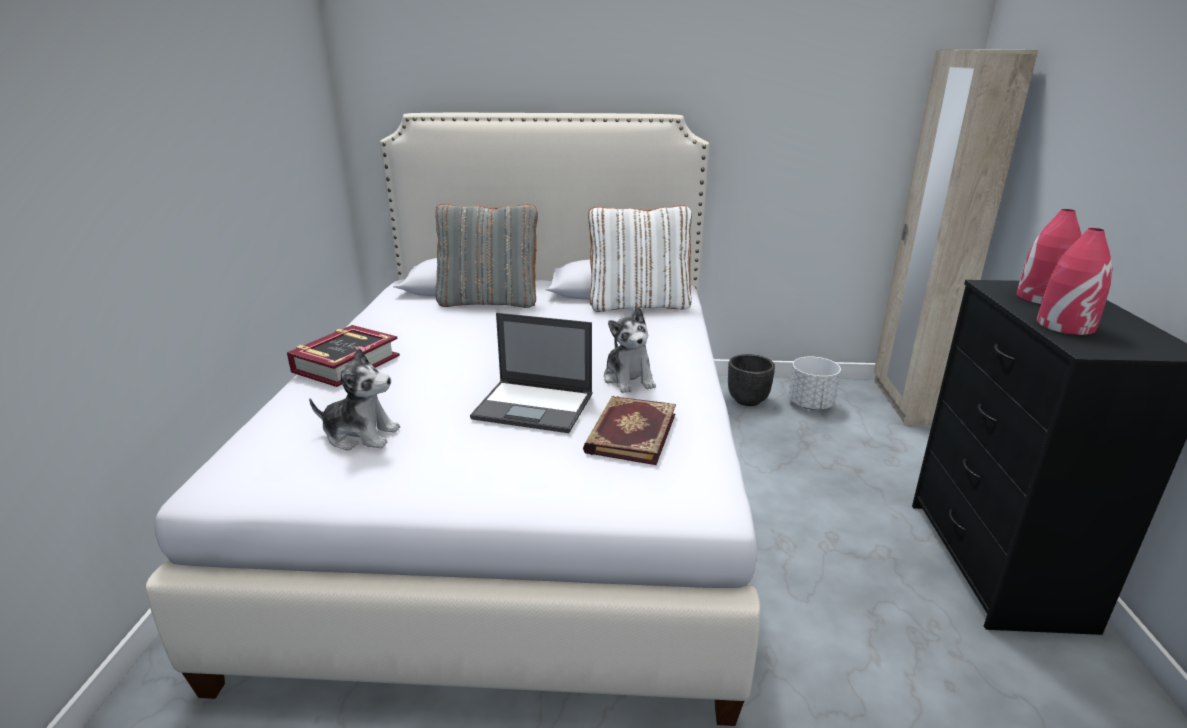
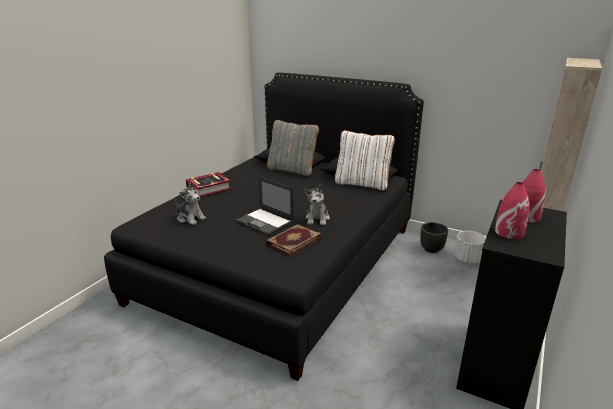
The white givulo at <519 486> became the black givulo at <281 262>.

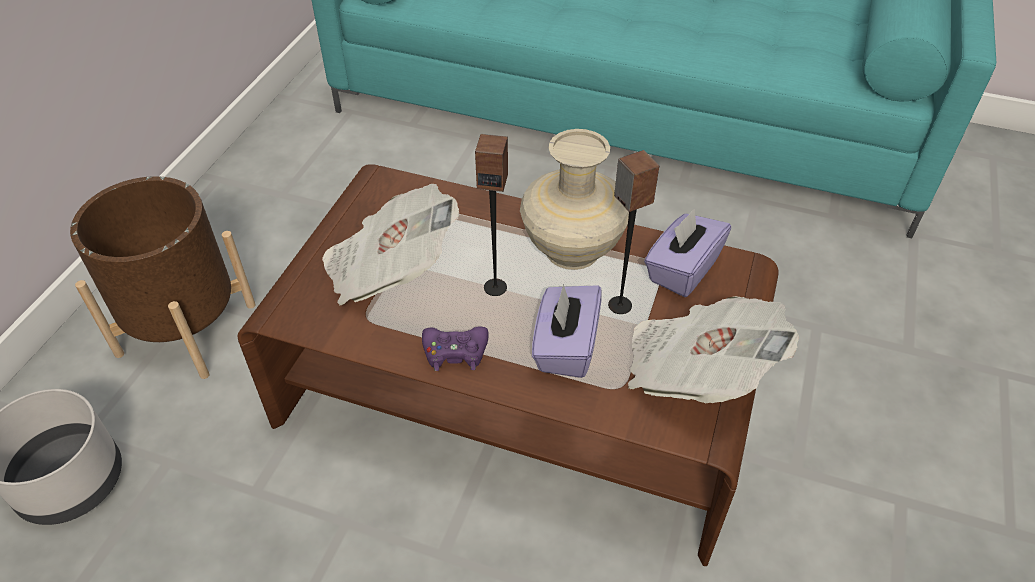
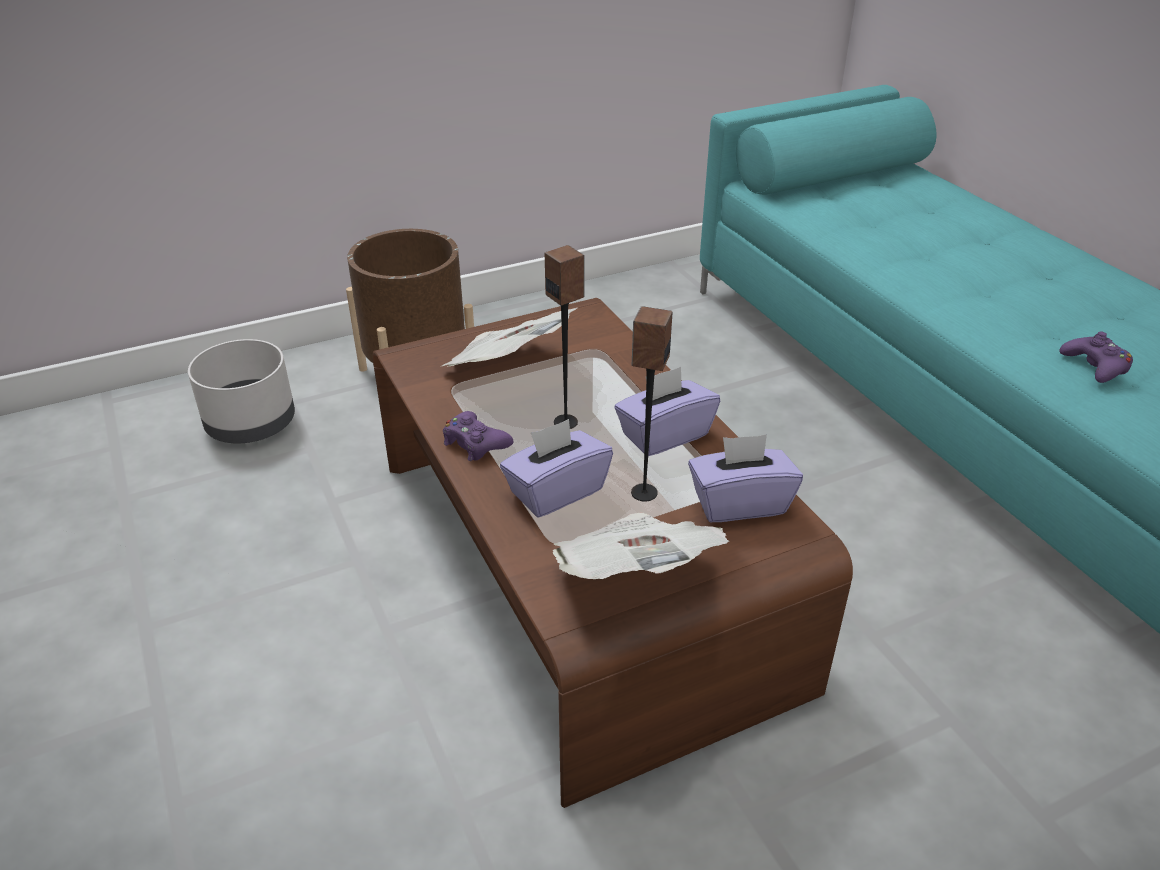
The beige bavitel at <573 251> was replaced by the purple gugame at <664 435>. The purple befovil at <1095 366> appeared.

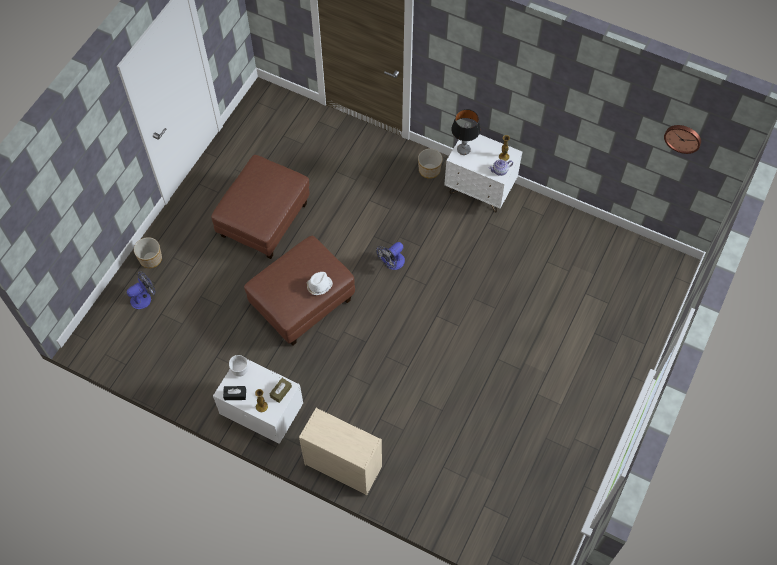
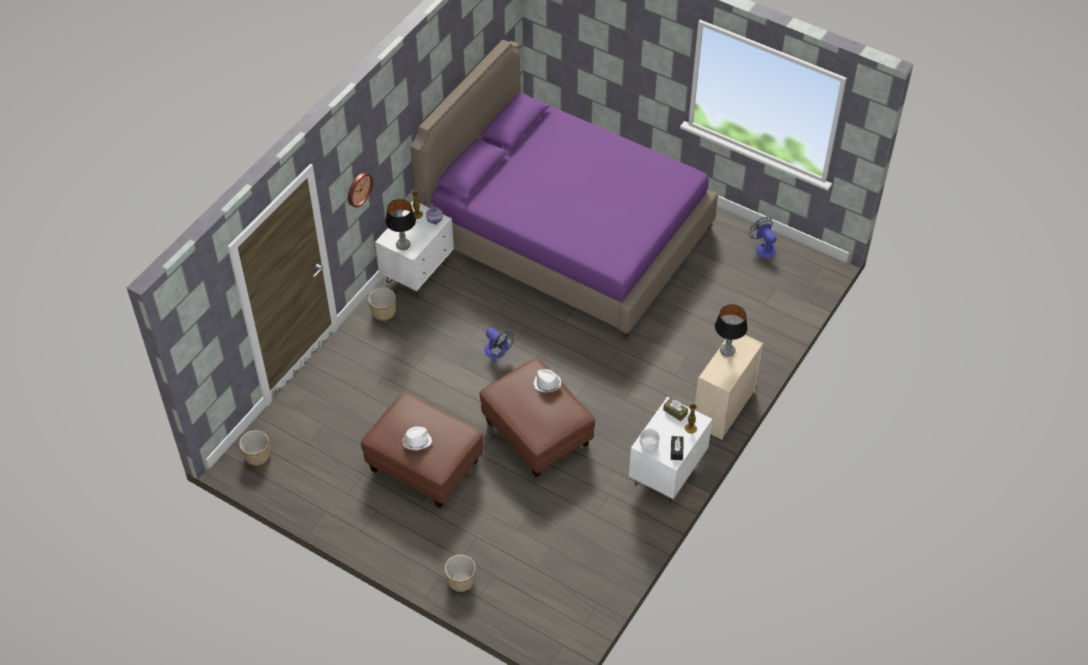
The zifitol moved from <683 137> to <358 189>. The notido moved from <144 298> to <763 248>. The purple givulo at <566 234> appeared. The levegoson at <727 351> appeared. The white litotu at <416 442> appeared. The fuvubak at <257 456> appeared.

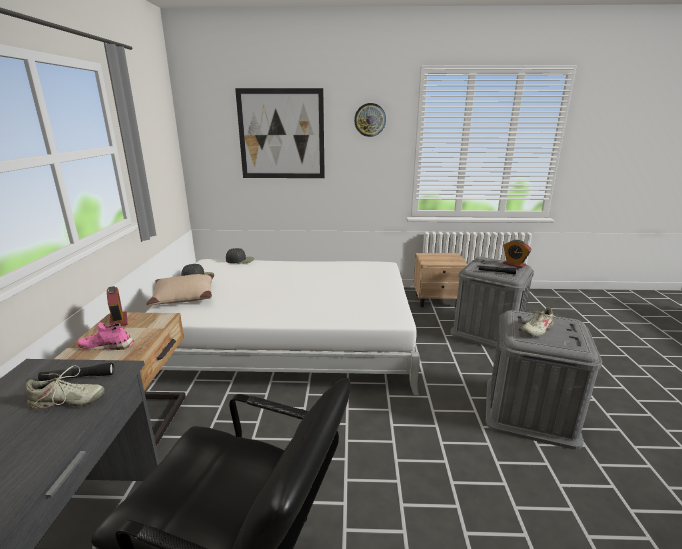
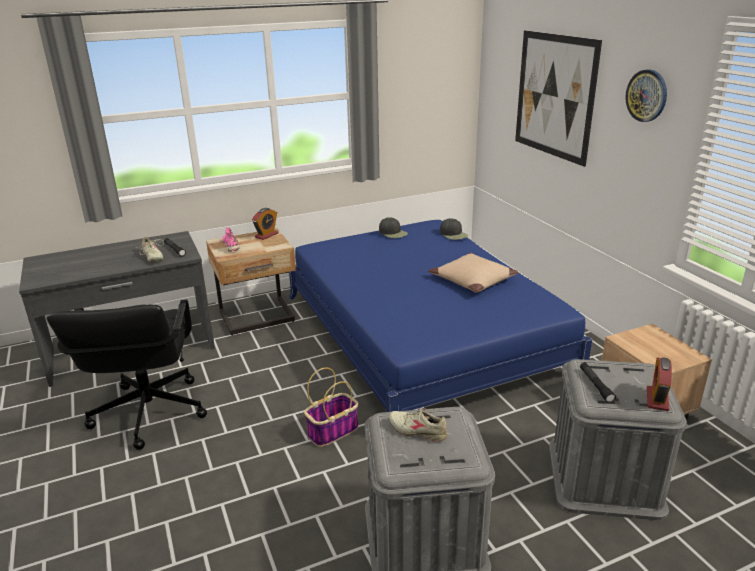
The white givulo at <290 338> became the blue givulo at <422 334>. The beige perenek moved from <184 297> to <472 280>. The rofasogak at <333 431> appeared.

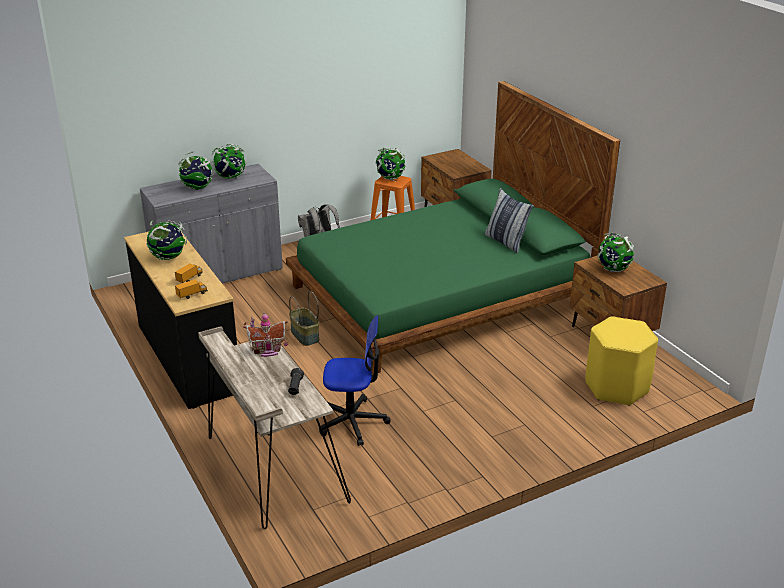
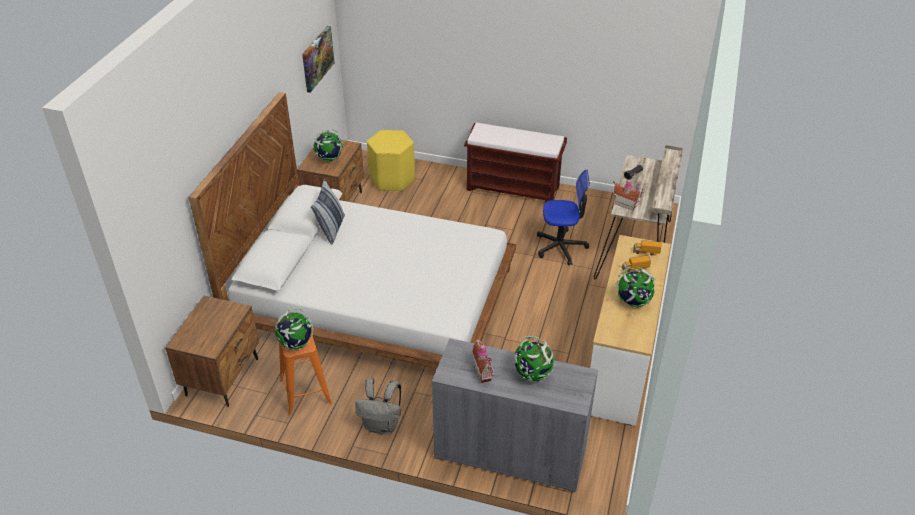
The green givulo at <441 296> became the white givulo at <375 300>. The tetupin at <230 177> was replaced by the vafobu at <484 372>. The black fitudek at <187 358> became the white fitudek at <621 363>. The rofasogak at <304 335> disappeared. The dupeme at <352 422> turned 135 degrees clockwise. The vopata at <317 58> appeared. The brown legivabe at <514 188> appeared.

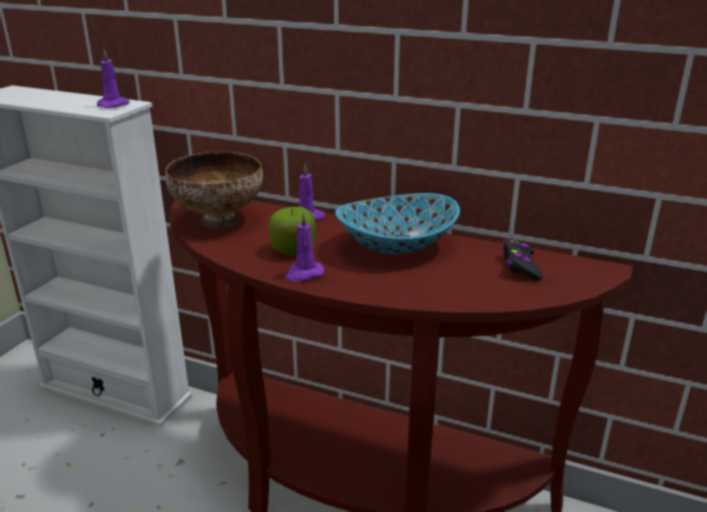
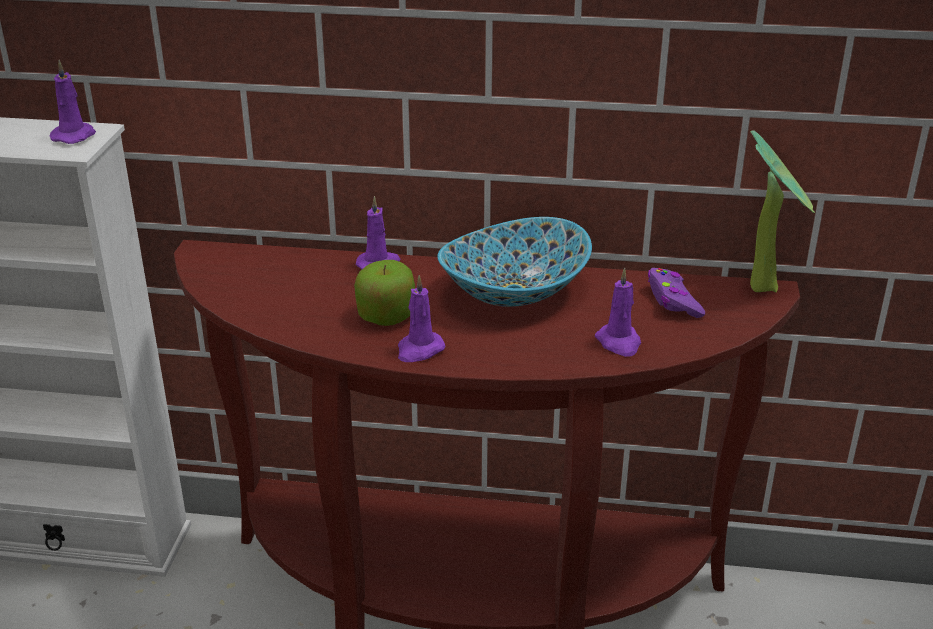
The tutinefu at <218 220> disappeared. The black befovil at <520 266> became the purple befovil at <673 301>. The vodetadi at <766 286> appeared. The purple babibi at <619 343> appeared.

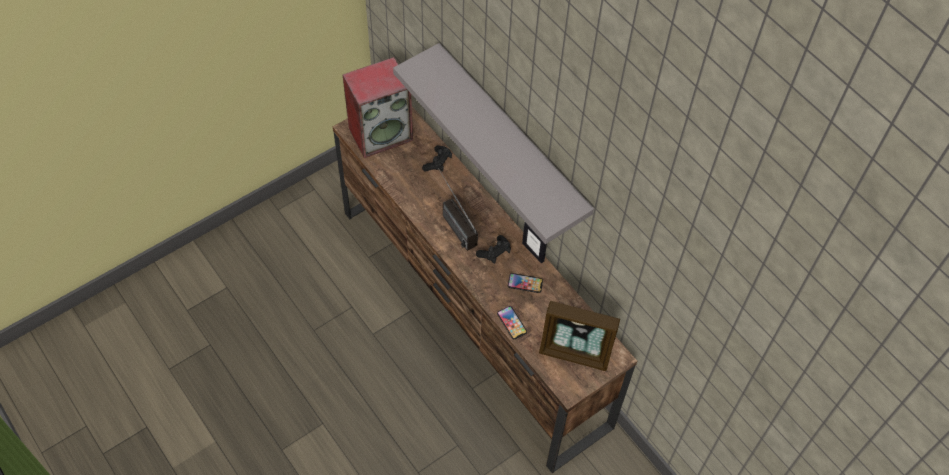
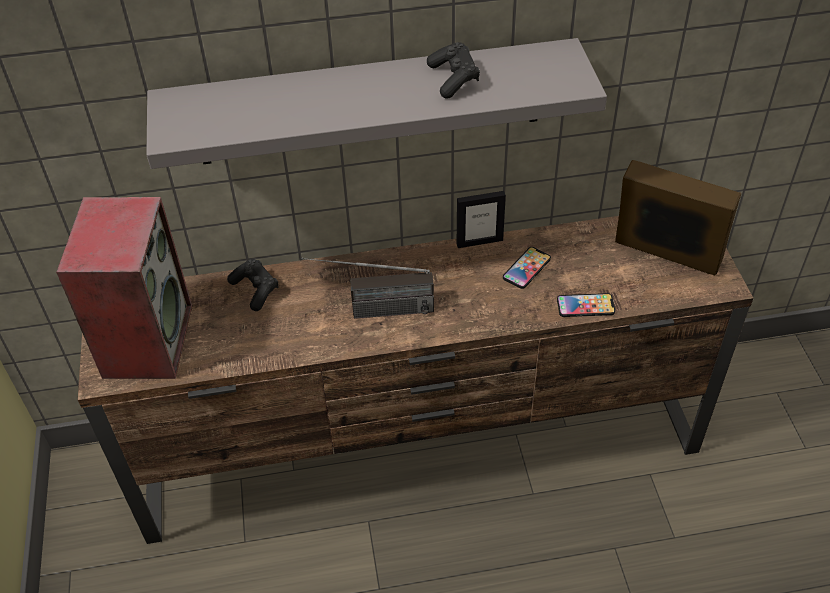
The black befovil moved from <494 253> to <453 79>. The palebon at <575 352> turned 105 degrees counterclockwise.

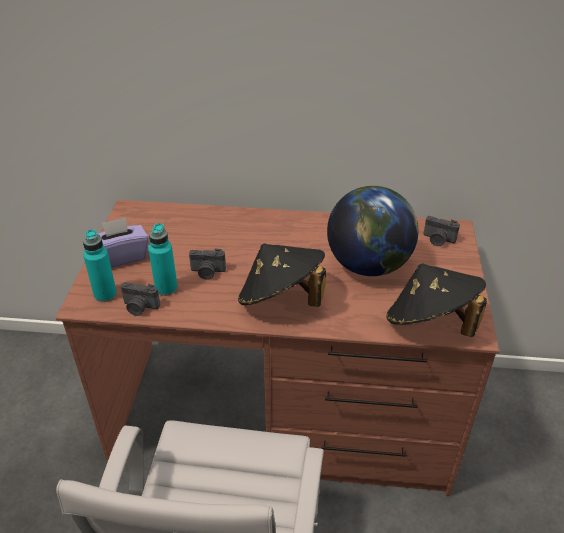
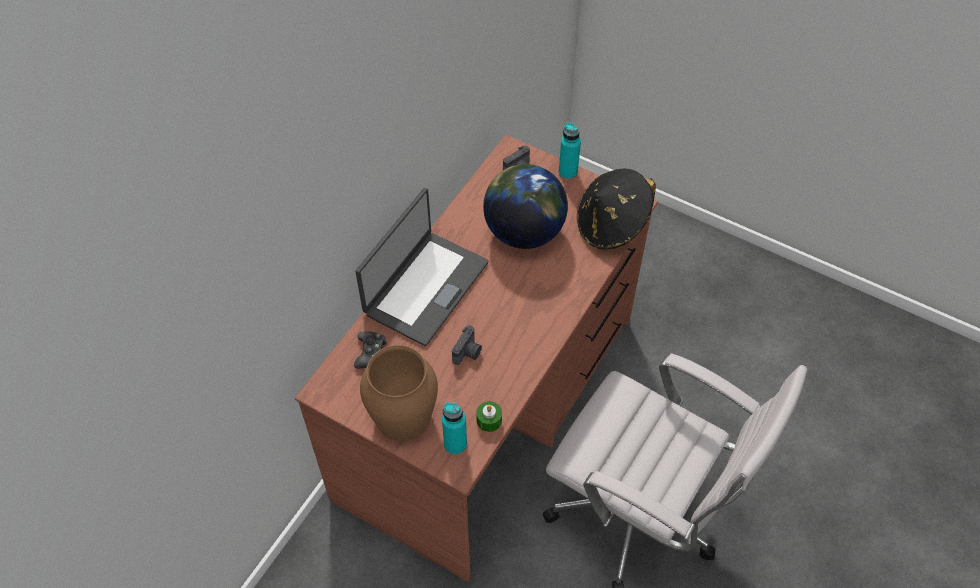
The purple gugame at <121 257> was replaced by the brown bavitel at <403 417>. The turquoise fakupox moved from <166 288> to <568 172>. The black litotu at <281 300> disappeared. The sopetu at <140 307> was replaced by the green babibi at <489 420>. The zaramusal at <425 287> appeared. The black befovil at <371 353> appeared.

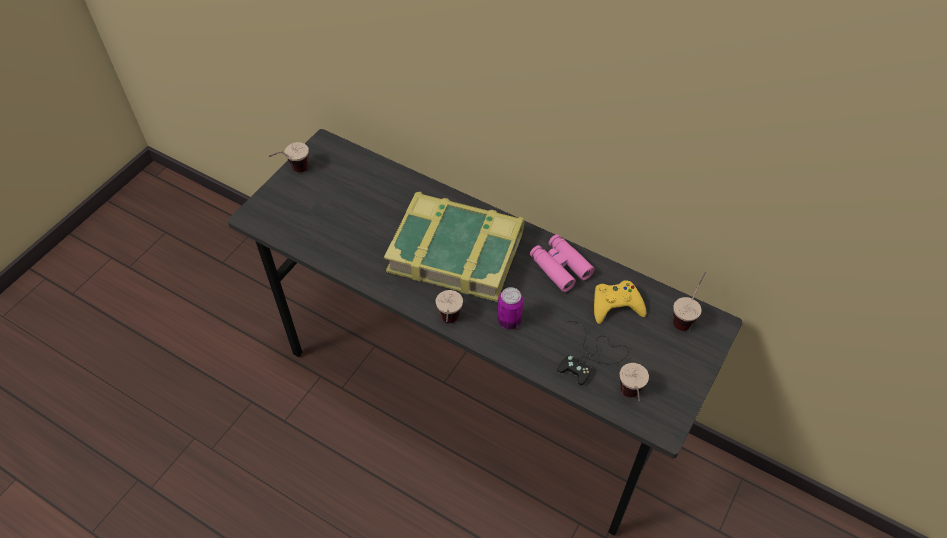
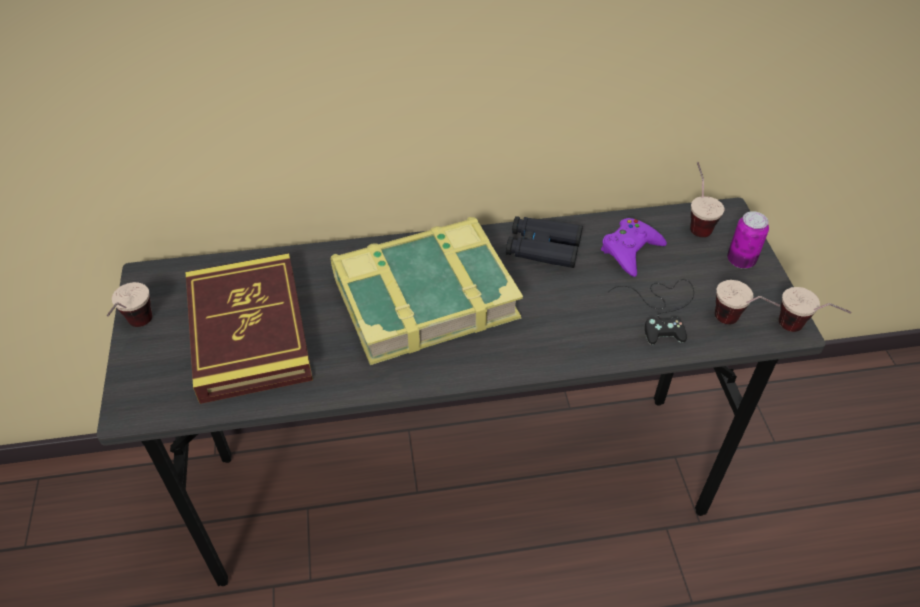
The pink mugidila at <560 267> became the black mugidila at <543 248>. The yellow befovil at <616 305> became the purple befovil at <630 250>. The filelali moved from <509 321> to <741 260>. The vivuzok moved from <449 325> to <802 332>. The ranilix at <249 332> appeared.

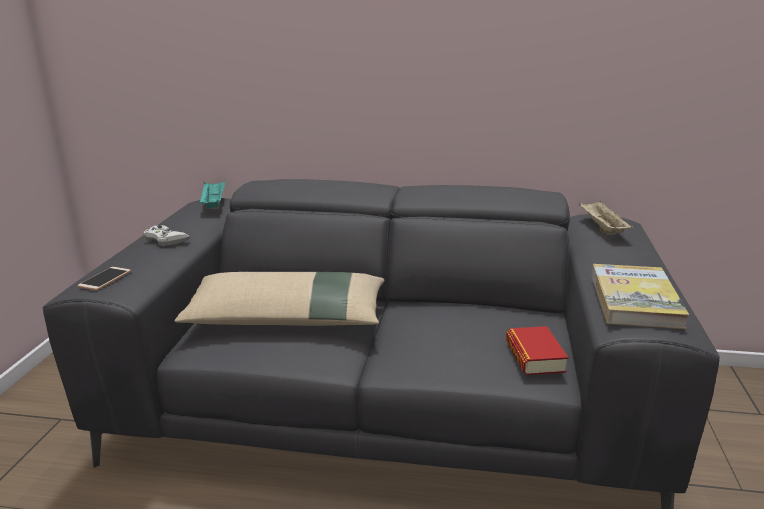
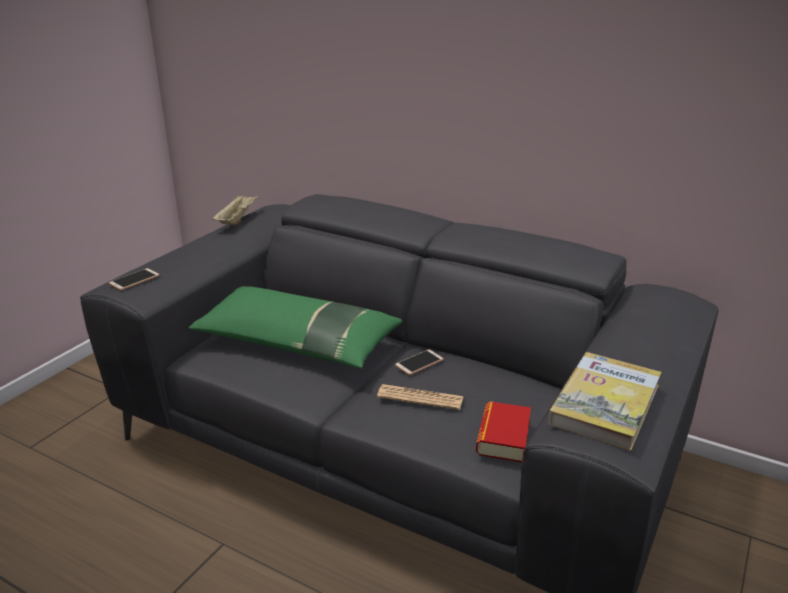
The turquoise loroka at <213 204> disappeared. The beige loroka moved from <602 228> to <237 219>. The white befovil at <165 239> disappeared. The beige perenek at <287 318> became the green perenek at <297 342>. The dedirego at <419 363> appeared. The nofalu at <420 398> appeared.

